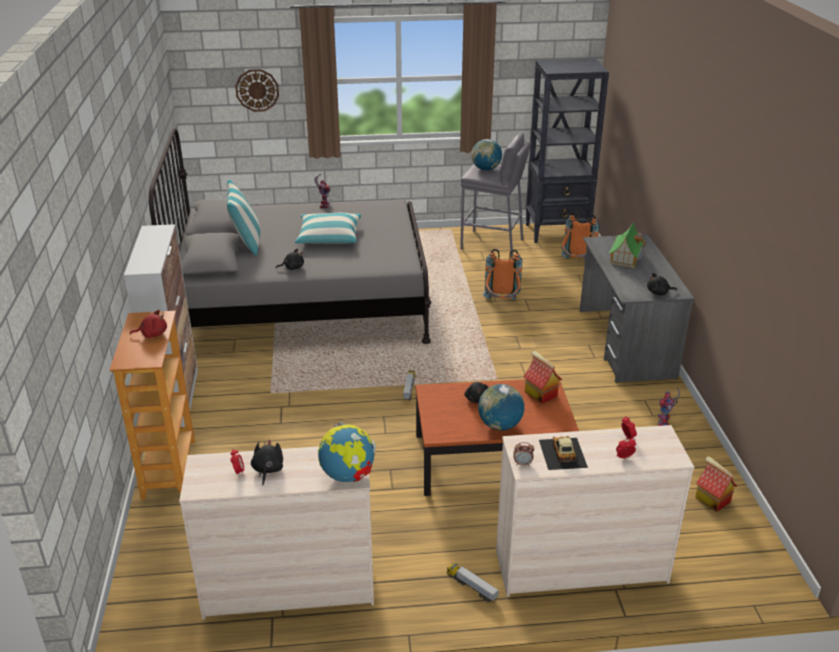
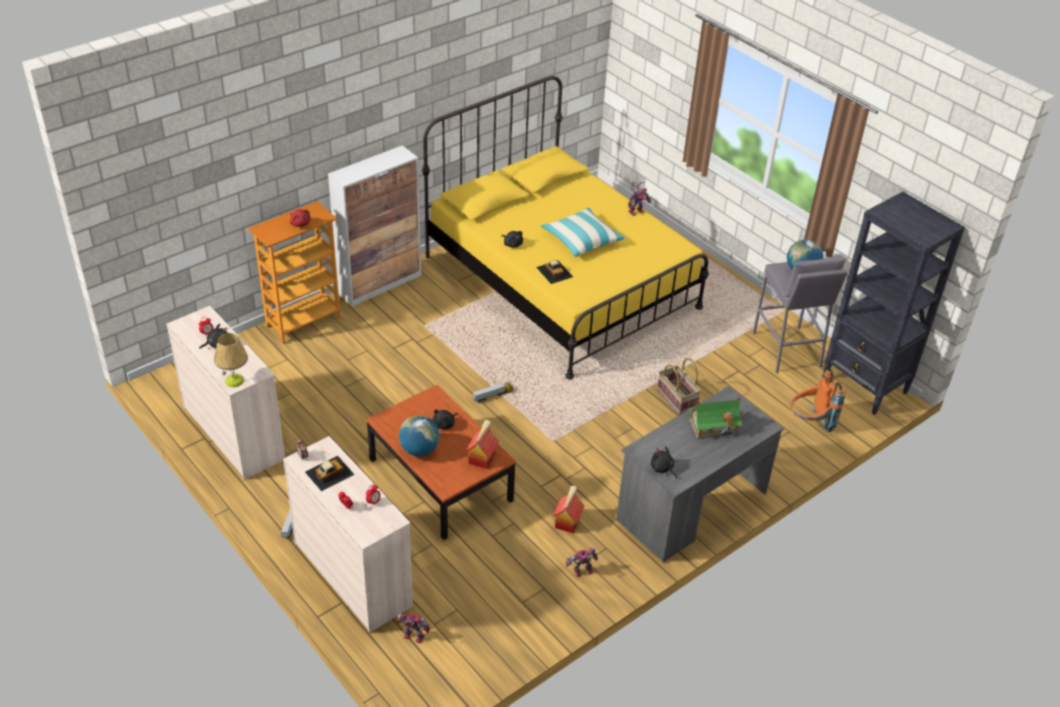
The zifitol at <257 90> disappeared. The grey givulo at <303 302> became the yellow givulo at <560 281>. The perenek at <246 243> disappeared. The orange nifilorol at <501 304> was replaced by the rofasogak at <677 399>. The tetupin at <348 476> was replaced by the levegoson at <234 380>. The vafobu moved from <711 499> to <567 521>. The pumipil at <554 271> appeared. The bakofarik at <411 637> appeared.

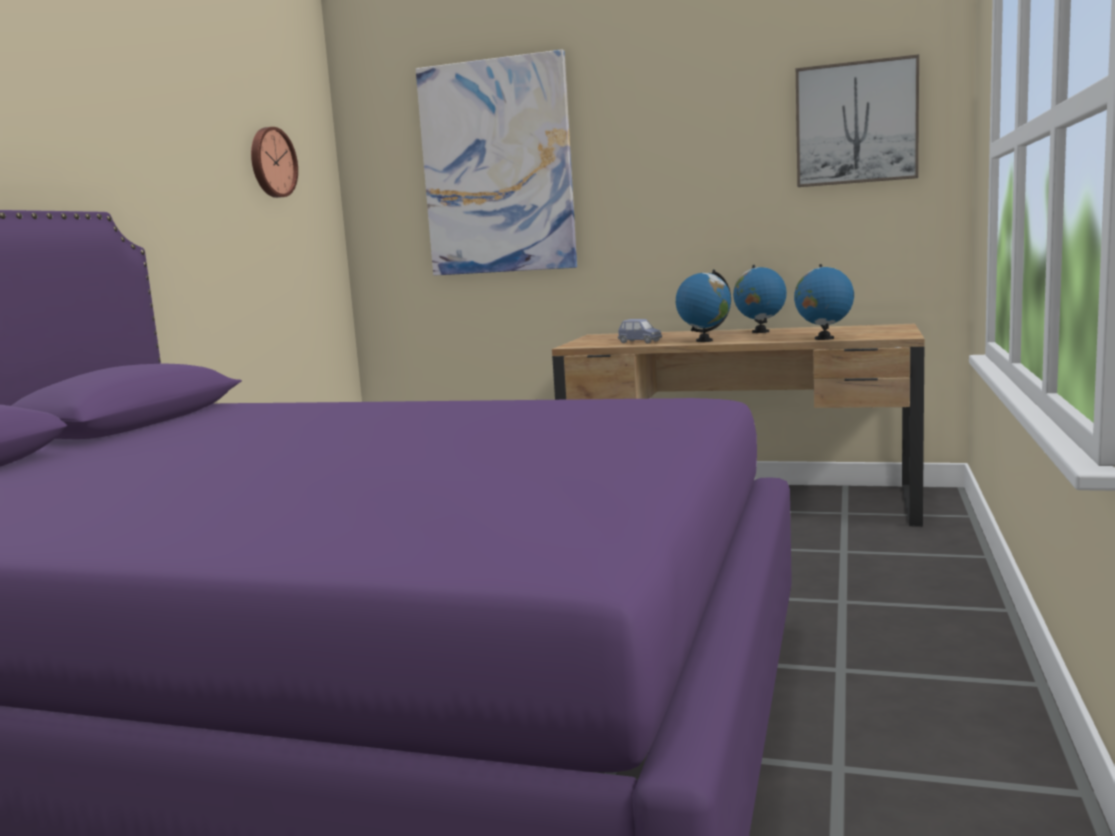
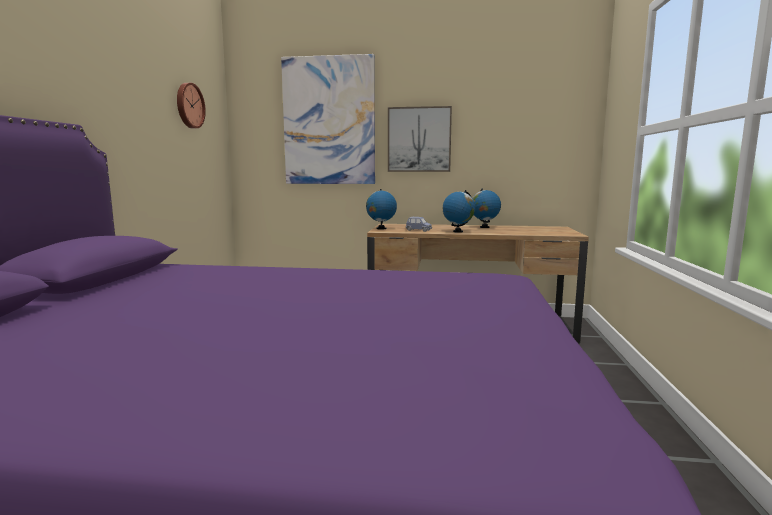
The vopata moved from <856 123> to <419 139>. The tetupin moved from <824 338> to <381 228>.

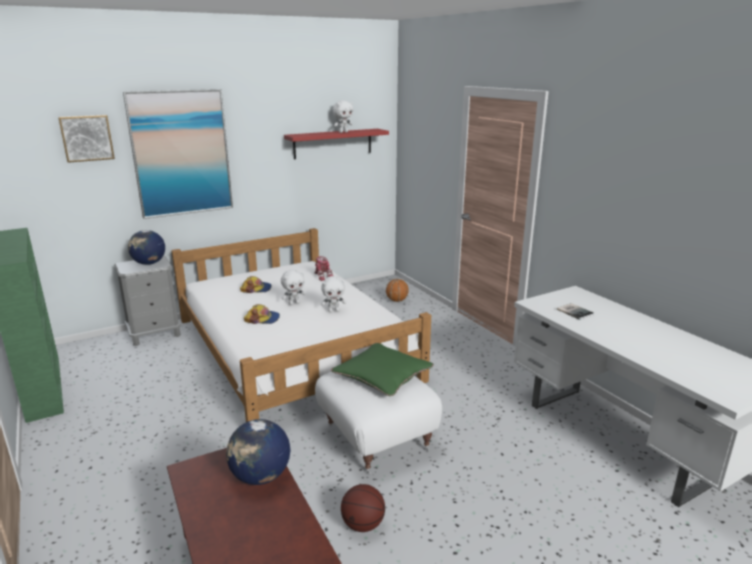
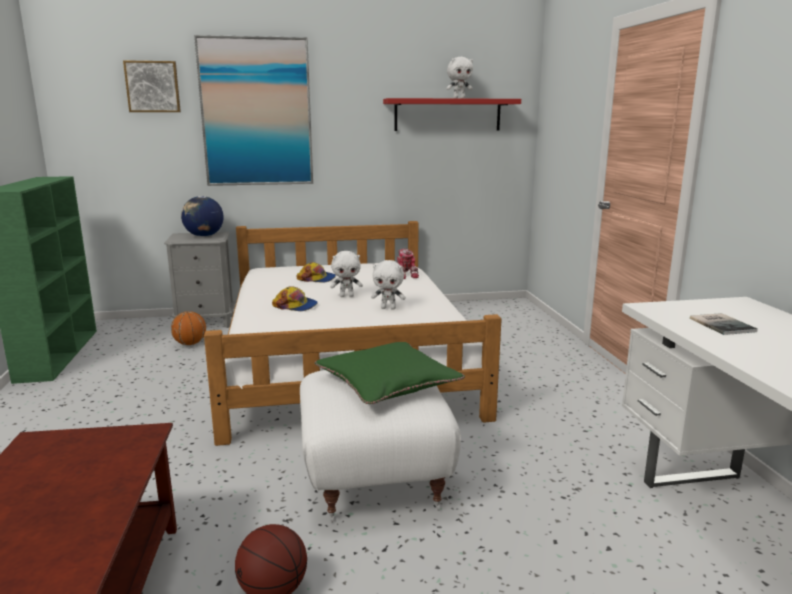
The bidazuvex moved from <397 300> to <190 344>. The tetupin at <260 477> disappeared.

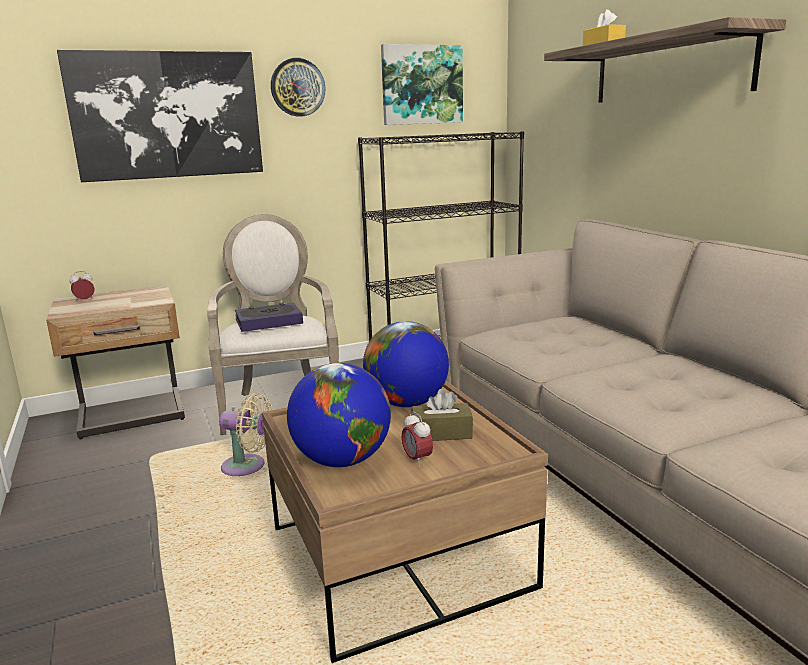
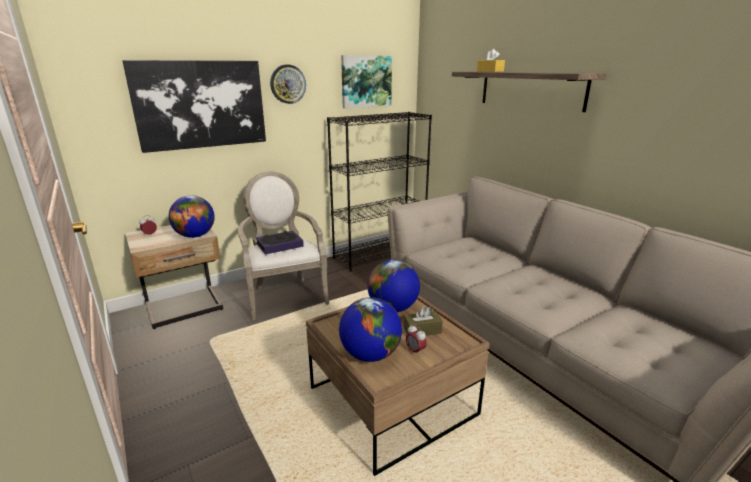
The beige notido at <248 467> disappeared. The tetupin at <195 236> appeared.

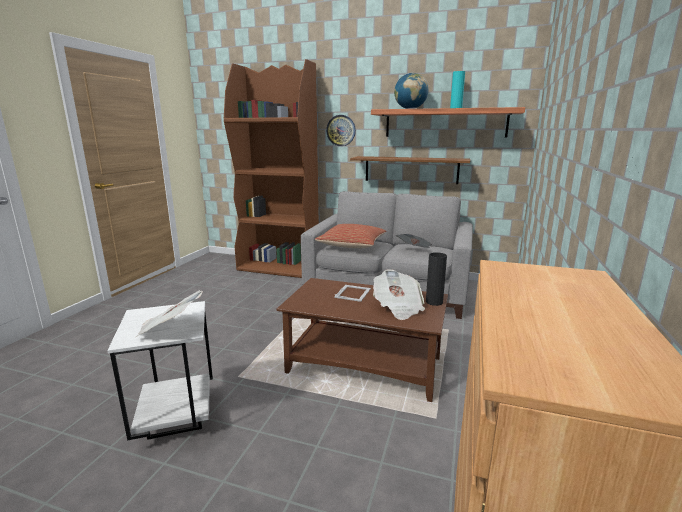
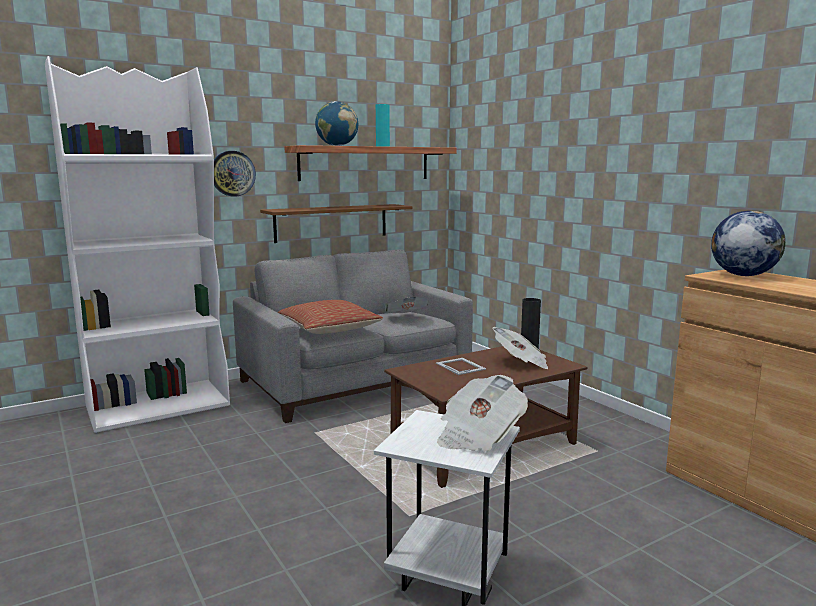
The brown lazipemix at <279 267> became the white lazipemix at <159 406>. The tetupin at <743 275> appeared.

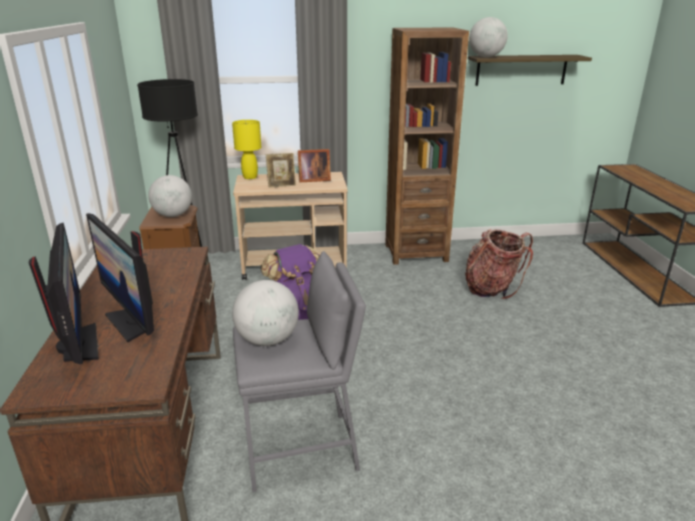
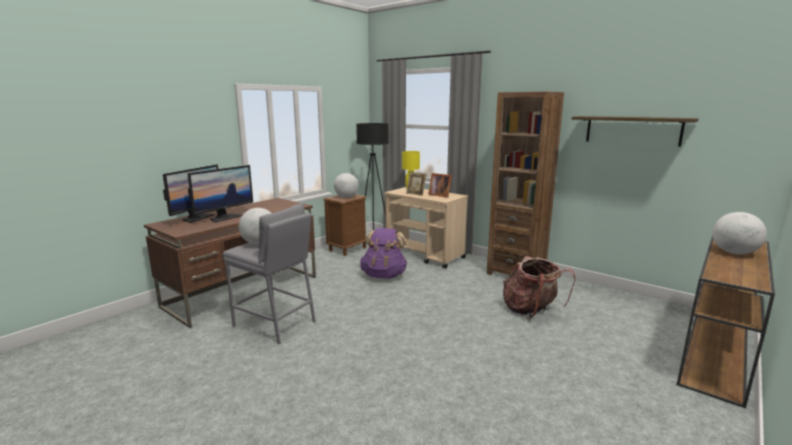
The tetupin moved from <486 57> to <734 253>. The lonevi at <132 322> turned 150 degrees counterclockwise.

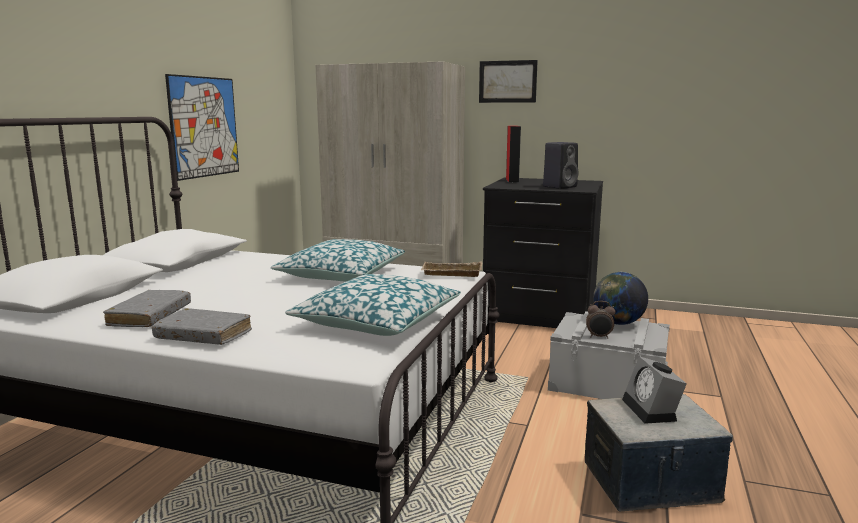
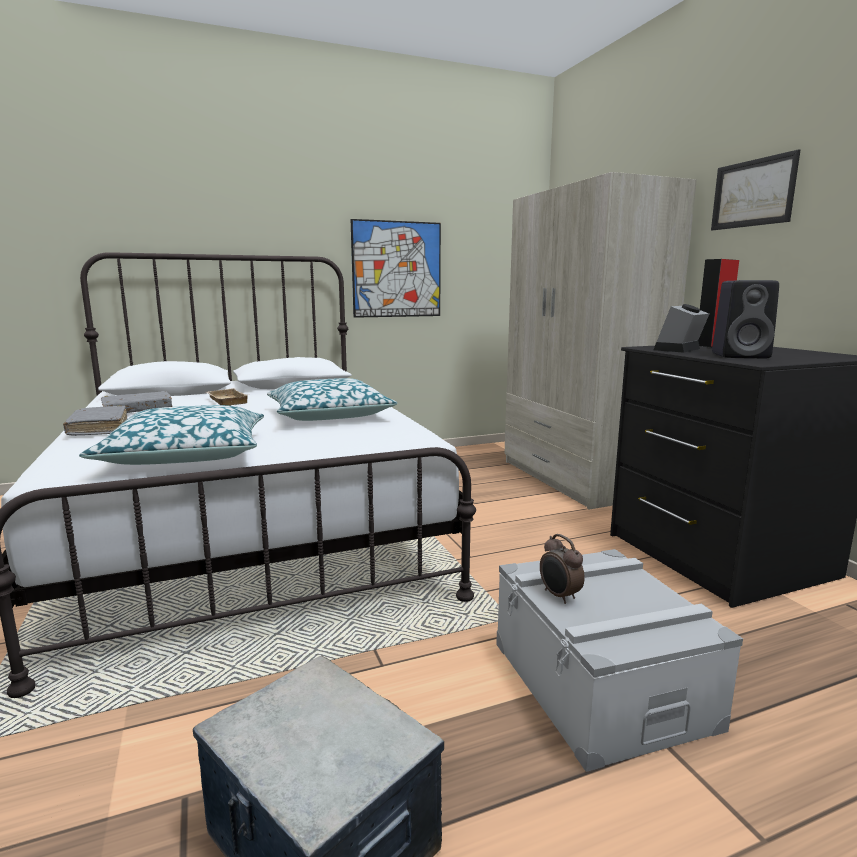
The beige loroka moved from <451 274> to <225 401>. The tetupin at <618 323> disappeared. The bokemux moved from <652 410> to <679 349>.

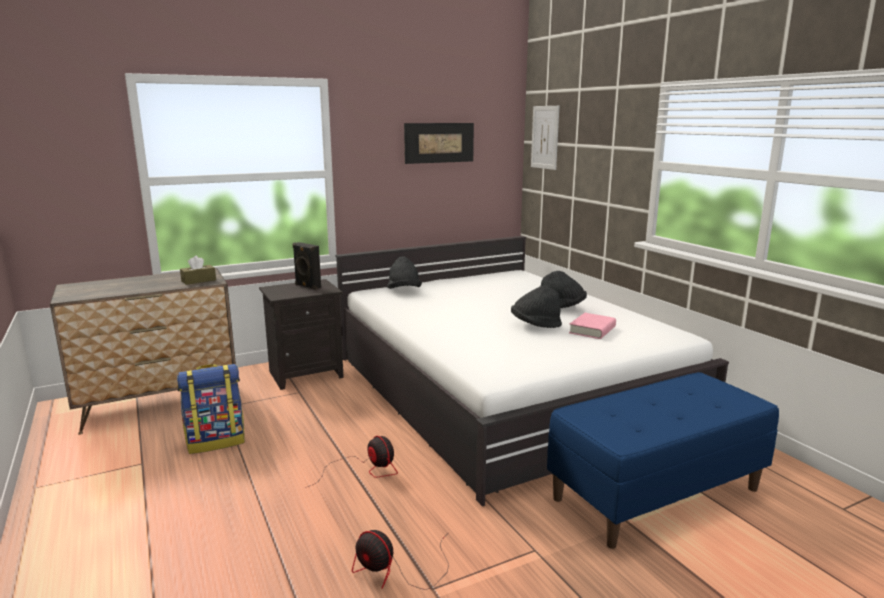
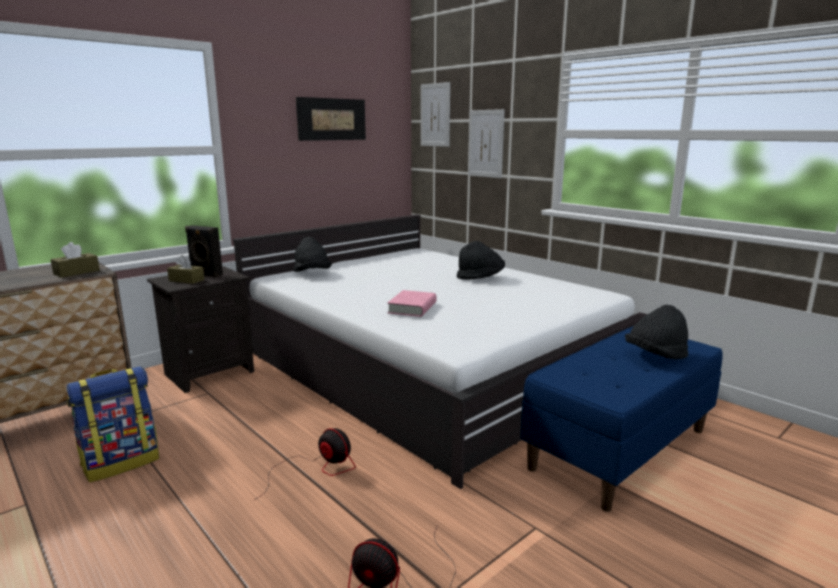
The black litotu moved from <535 325> to <655 356>. The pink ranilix moved from <592 330> to <412 308>. The vopata at <486 143> appeared. The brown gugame at <186 280> appeared.

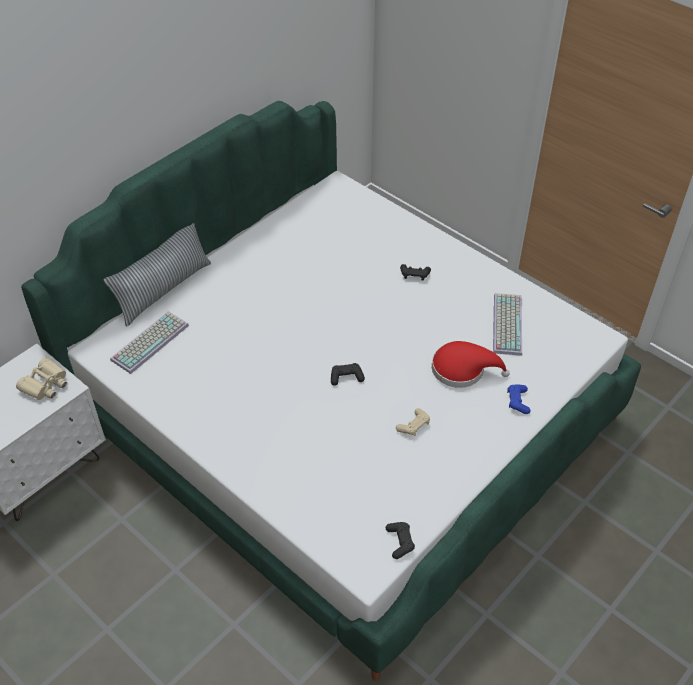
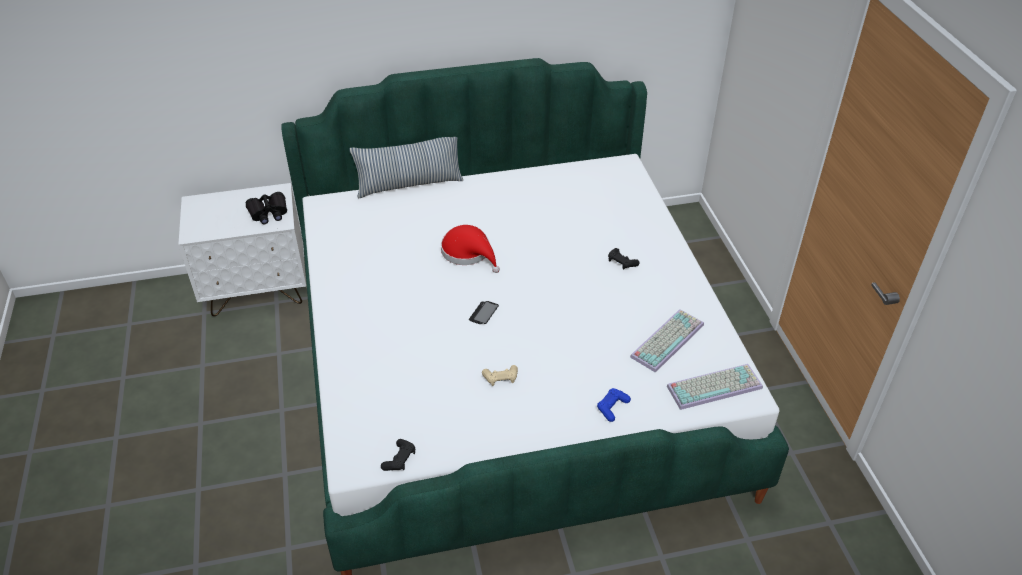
The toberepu moved from <150 341> to <714 385>. The red litotu moved from <462 369> to <469 253>. The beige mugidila at <45 385> became the black mugidila at <268 213>. The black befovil at <346 377> was replaced by the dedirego at <483 313>.

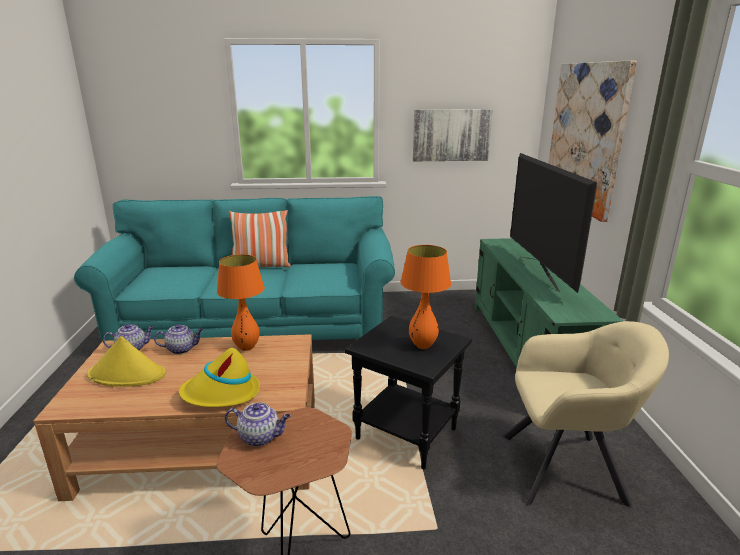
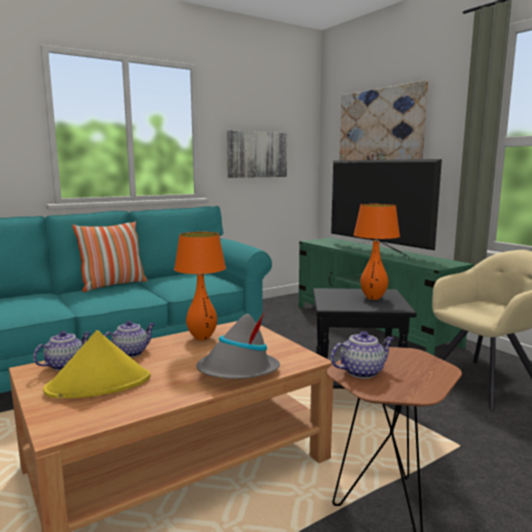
The yellow litotu at <221 394> became the grey litotu at <238 371>.

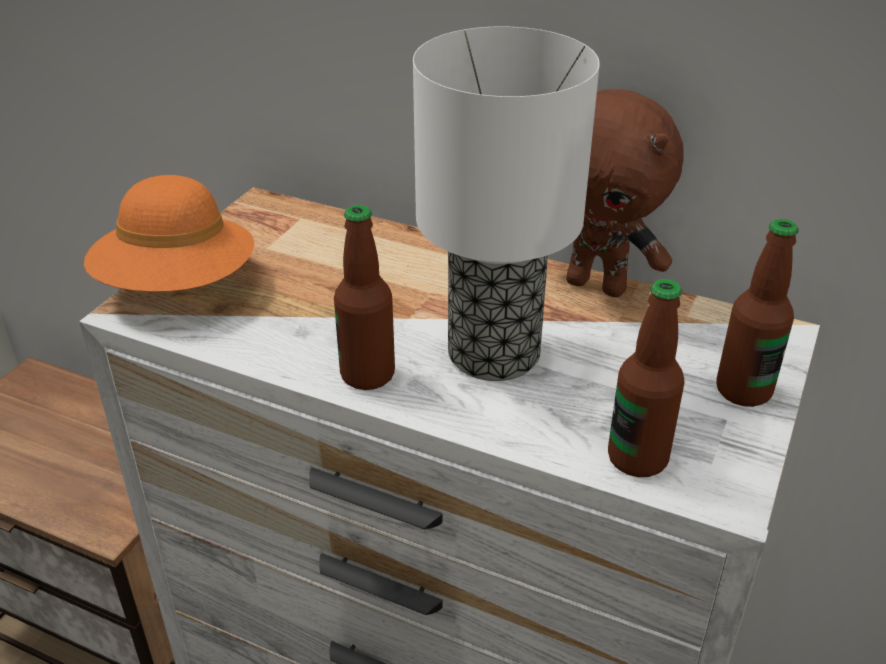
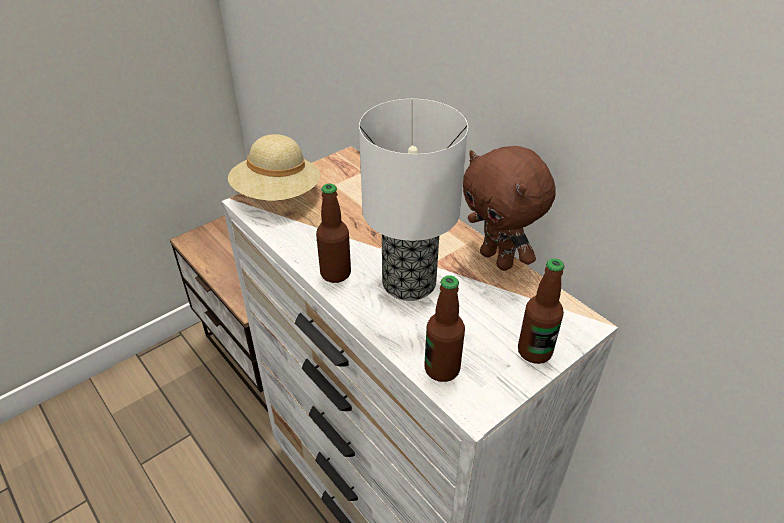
The orange litotu at <178 286> became the beige litotu at <277 195>.

